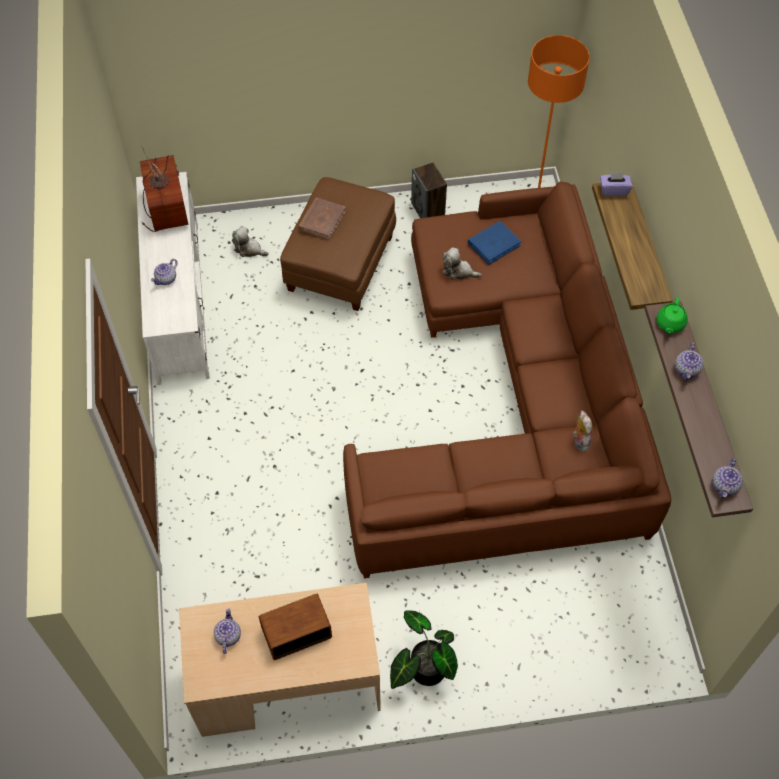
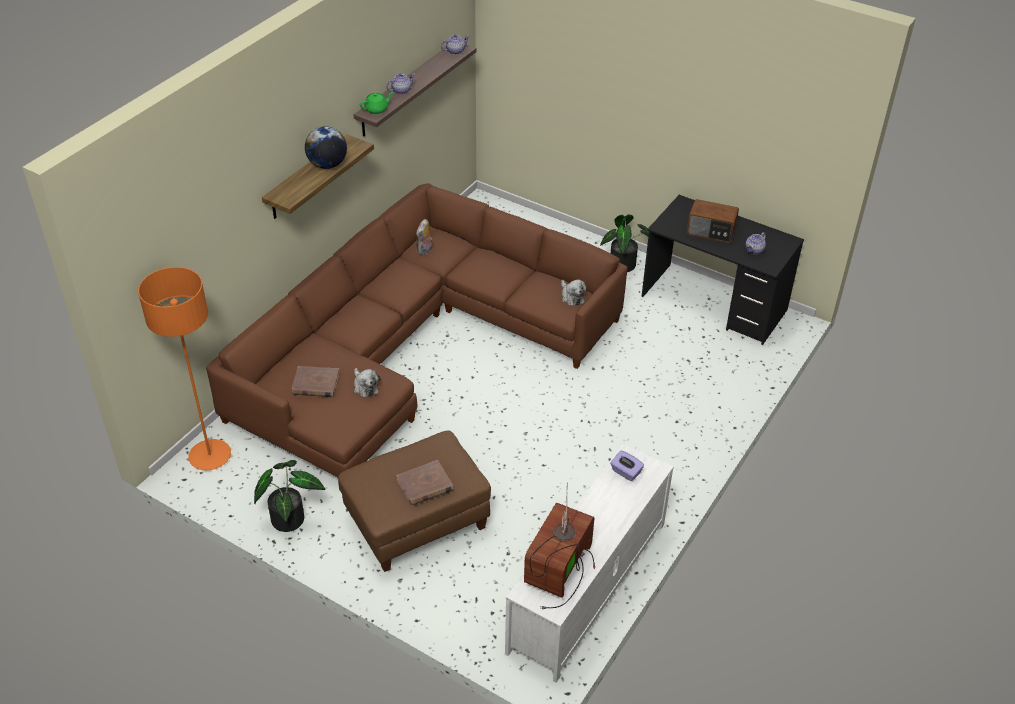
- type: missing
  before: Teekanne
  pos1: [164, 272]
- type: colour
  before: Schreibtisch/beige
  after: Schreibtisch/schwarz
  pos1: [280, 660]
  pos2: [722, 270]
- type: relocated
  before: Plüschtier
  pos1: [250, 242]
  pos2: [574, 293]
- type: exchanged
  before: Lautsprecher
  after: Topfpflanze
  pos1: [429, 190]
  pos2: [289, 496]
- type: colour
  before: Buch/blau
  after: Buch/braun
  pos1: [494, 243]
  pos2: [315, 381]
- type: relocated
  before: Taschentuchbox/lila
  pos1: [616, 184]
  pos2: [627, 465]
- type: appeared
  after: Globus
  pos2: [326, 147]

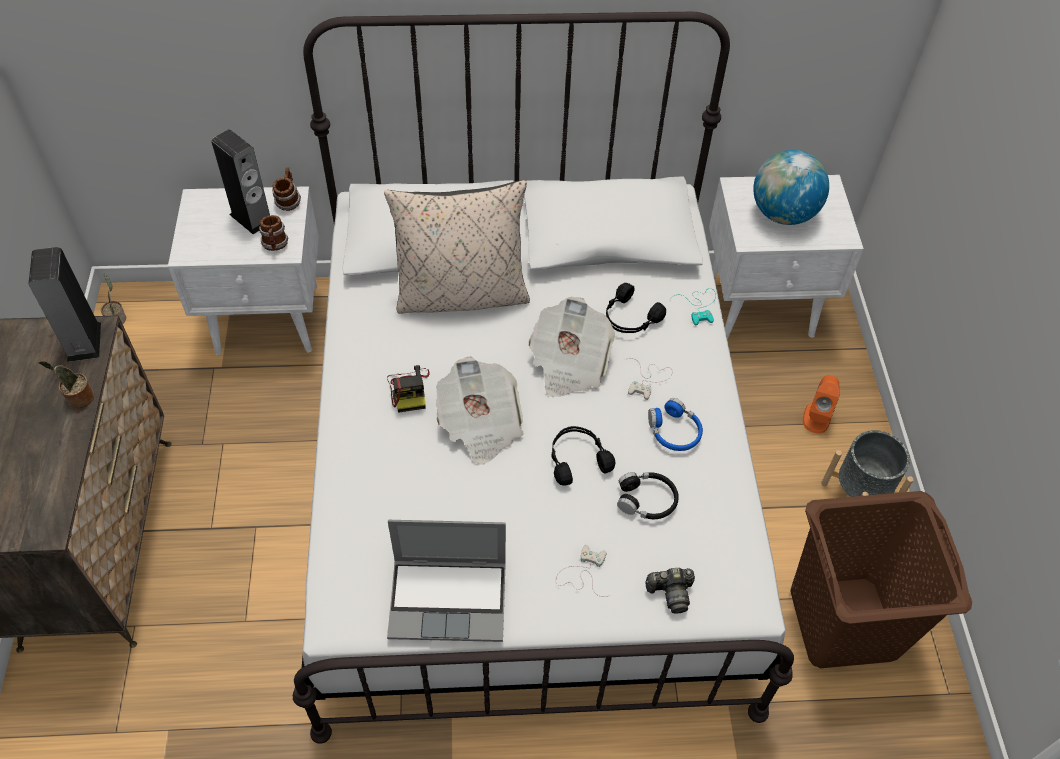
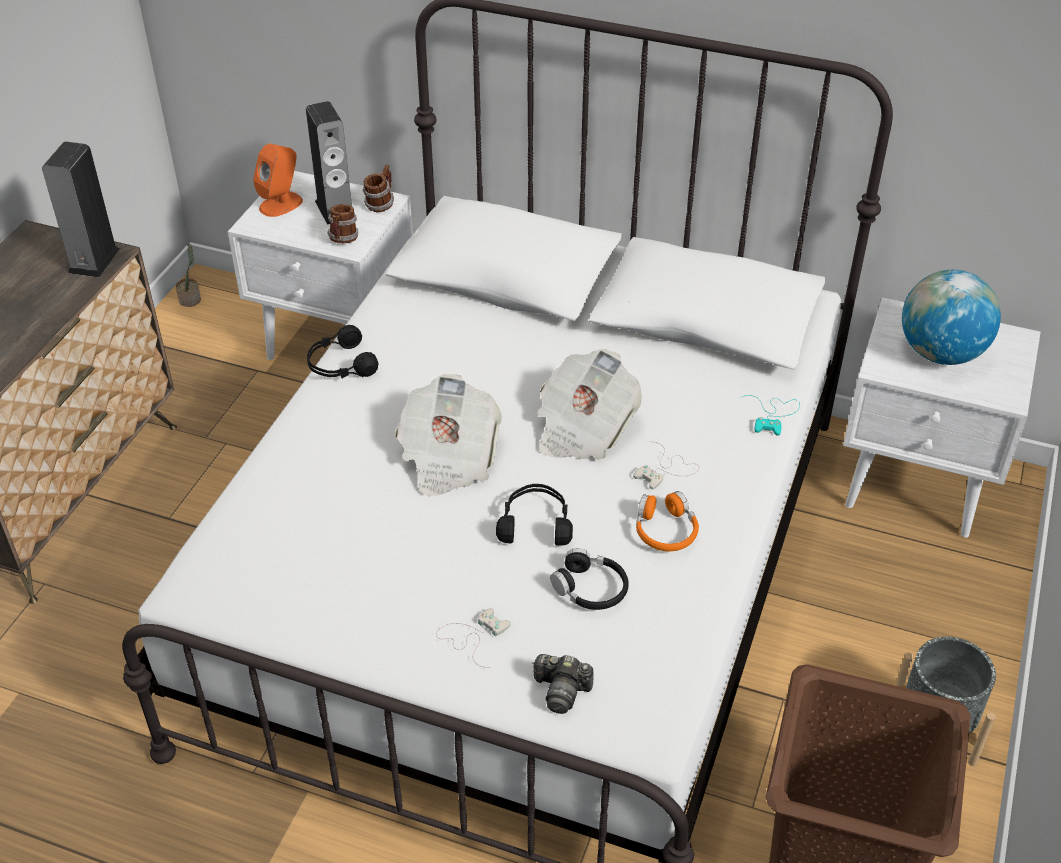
- type: missing
  before: Topfpflanze
  pos1: [66, 384]
- type: missing
  before: Kissen/beige
  pos1: [457, 247]
- type: missing
  before: Kamera
  pos1: [408, 389]
- type: missing
  before: Laptop
  pos1: [446, 581]
- type: relocated
  before: Kopfhörer/schwarz
  pos1: [636, 308]
  pos2: [343, 352]
- type: colour
  before: Kopfhörer/blau
  after: Kopfhörer/orange
  pos1: [675, 424]
  pos2: [667, 521]
- type: relocated
  before: Lautsprecher/orange
  pos1: [821, 404]
  pos2: [278, 180]

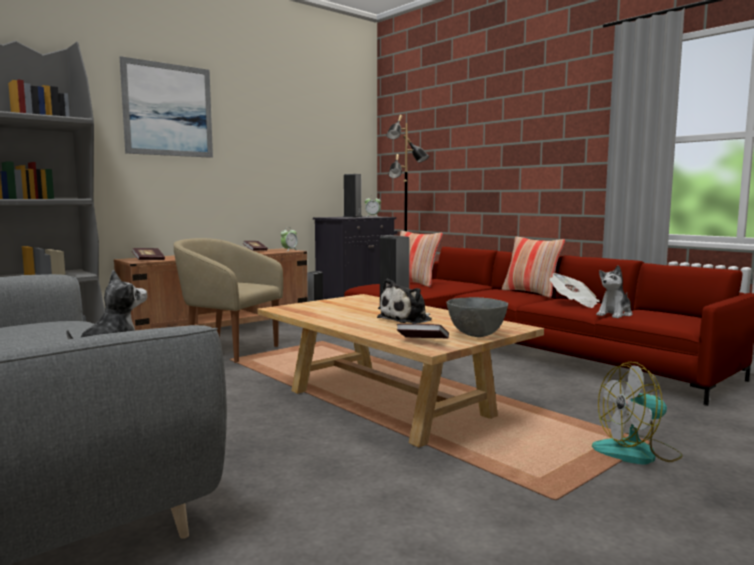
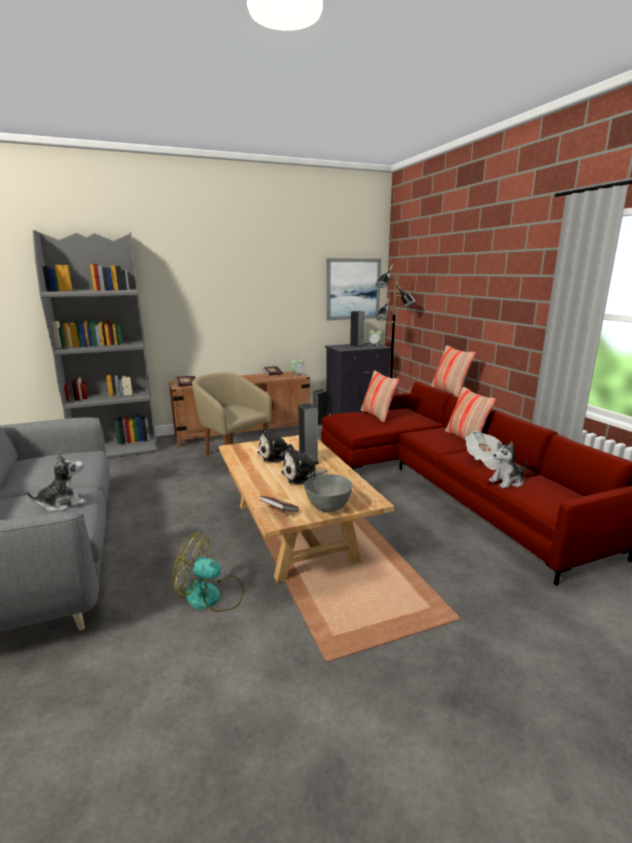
- type: relocated
  before: Bild
  pos1: [166, 107]
  pos2: [353, 289]
- type: relocated
  before: Ventilator
  pos1: [637, 413]
  pos2: [207, 572]
- type: appeared
  after: Plüschtier
  pos2: [278, 445]
- type: appeared
  after: Kissen
  pos2: [453, 371]

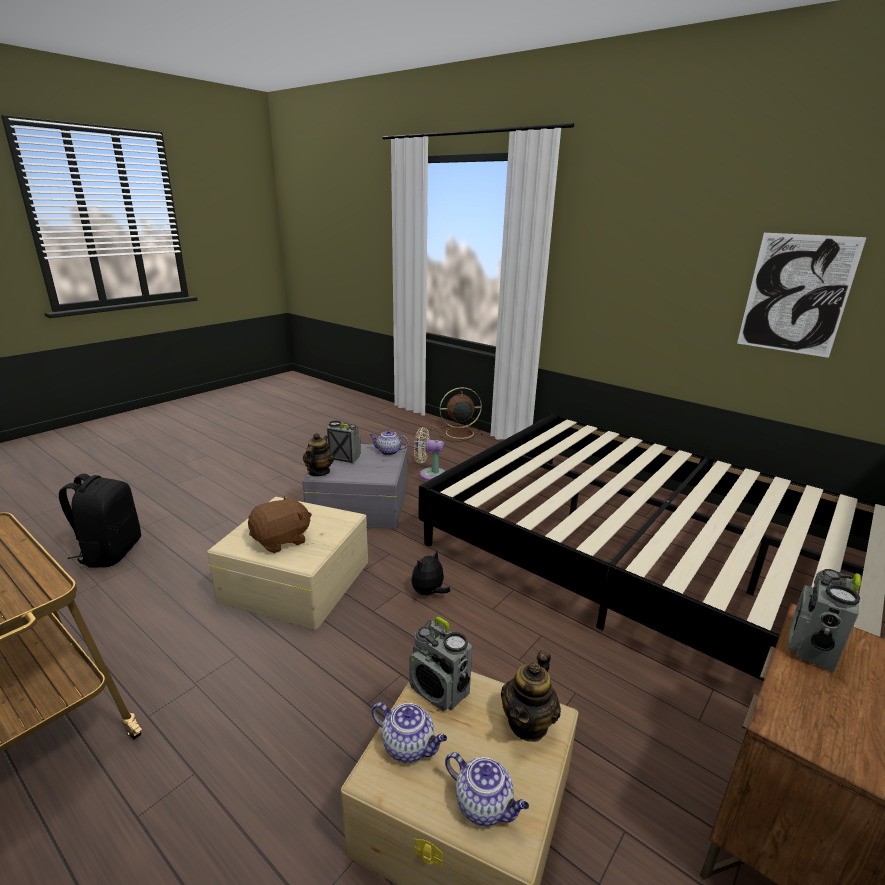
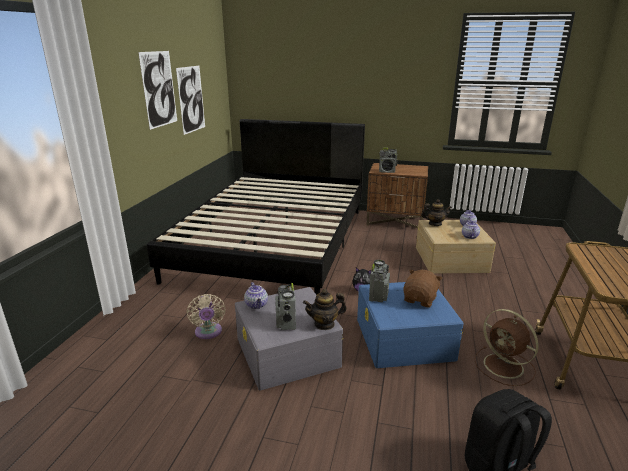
- type: colour
  before: Aufbewahrungsbox/beige
  after: Aufbewahrungsbox/blau
  pos1: [287, 563]
  pos2: [410, 325]
- type: spun
  before: Plüschtier/braun
  pos1: [280, 524]
  pos2: [423, 289]
  turn: 90
- type: relocated
  before: Radio
  pos1: [440, 664]
  pos2: [379, 281]
- type: relocated
  before: Ventilator/braun
  pos1: [461, 414]
  pos2: [506, 347]
- type: appeared
  after: Bild
  pos2: [157, 90]

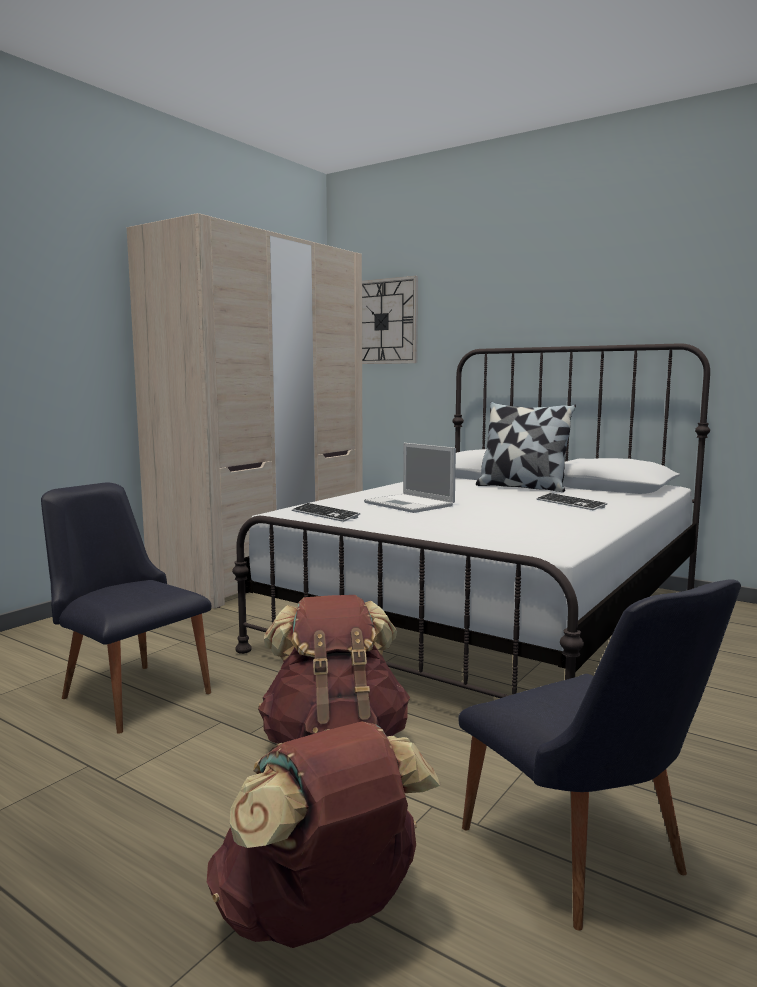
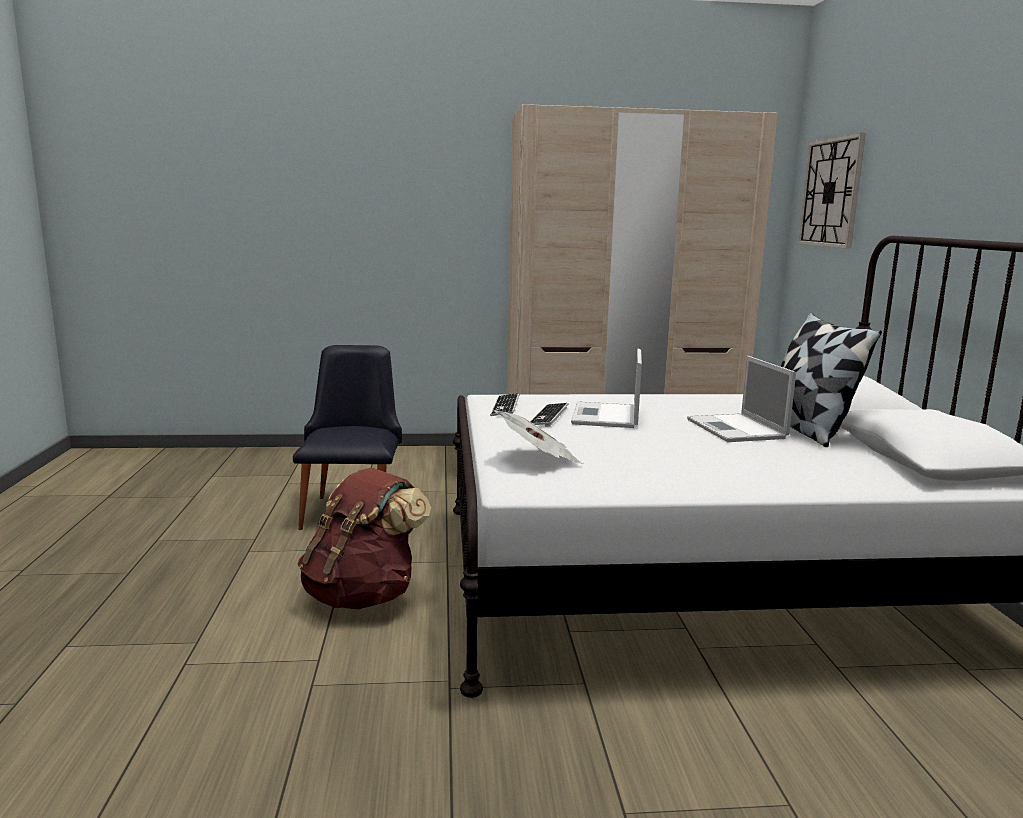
- type: missing
  before: Rucksack/braun
  pos1: [323, 834]
- type: missing
  before: Stuhl/schwarz
  pos1: [599, 755]
- type: relocated
  before: Tastatur
  pos1: [571, 501]
  pos2: [549, 415]
- type: appeared
  after: Zeitung
  pos2: [538, 437]
- type: appeared
  after: Laptop
  pos2: [741, 399]

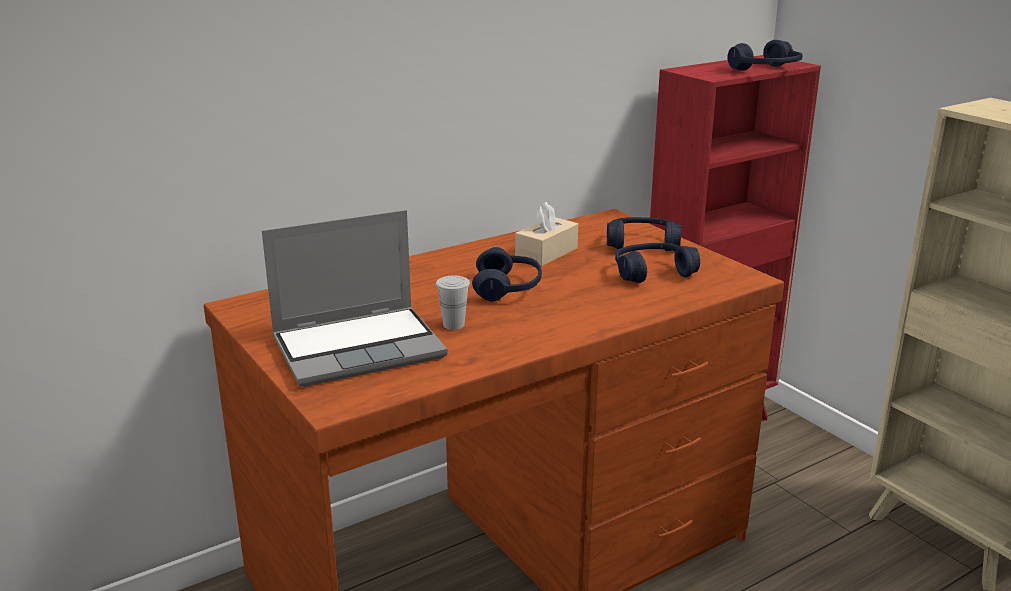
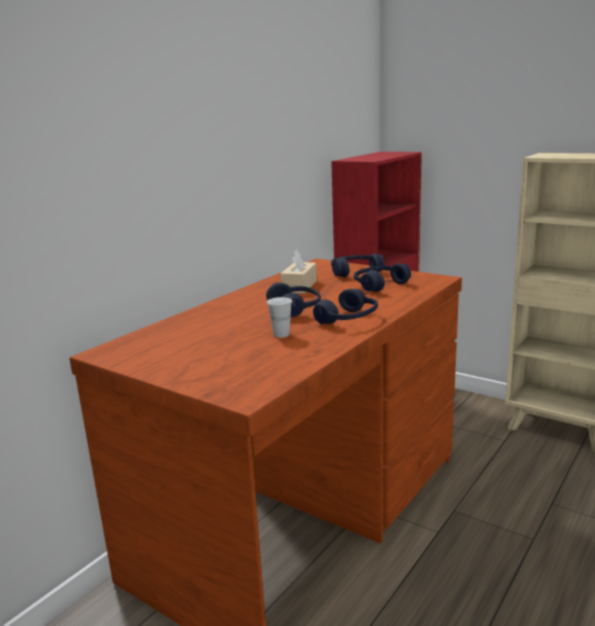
- type: missing
  before: Laptop
  pos1: [355, 298]
- type: relocated
  before: Kopfhörer/blau
  pos1: [765, 55]
  pos2: [345, 306]

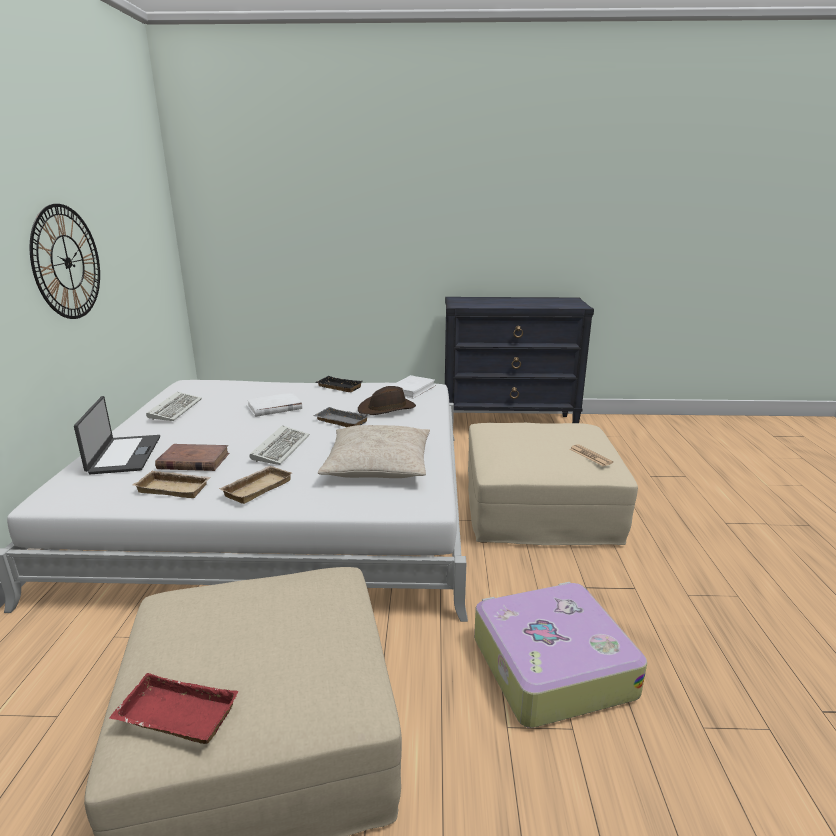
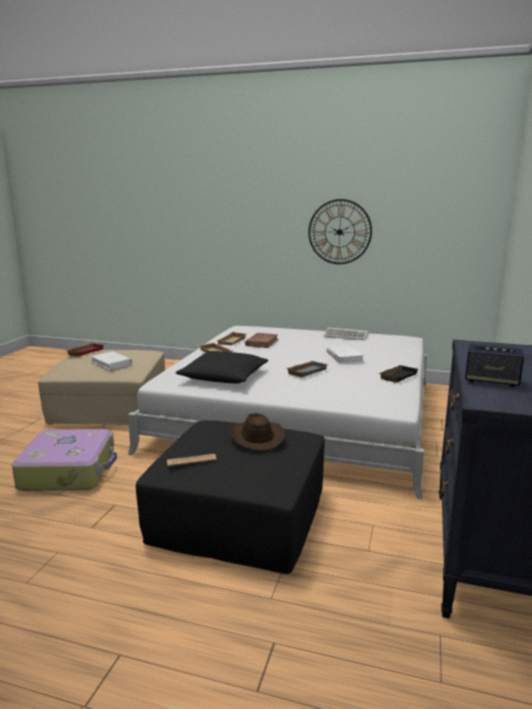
- type: missing
  before: Laptop
  pos1: [117, 435]
- type: missing
  before: Tastatur
  pos1: [280, 445]
- type: colour
  before: Kissen/beige
  after: Kissen/schwarz
  pos1: [374, 451]
  pos2: [222, 367]
- type: relocated
  before: Hut/braun
  pos1: [387, 400]
  pos2: [257, 432]
- type: relocated
  before: Buch/weiß
  pos1: [413, 386]
  pos2: [111, 360]
- type: colour
  before: Polsterhocker/beige
  after: Polsterhocker/schwarz
  pos1: [553, 484]
  pos2: [230, 497]
- type: appeared
  after: Lautsprecher
  pos2: [494, 365]

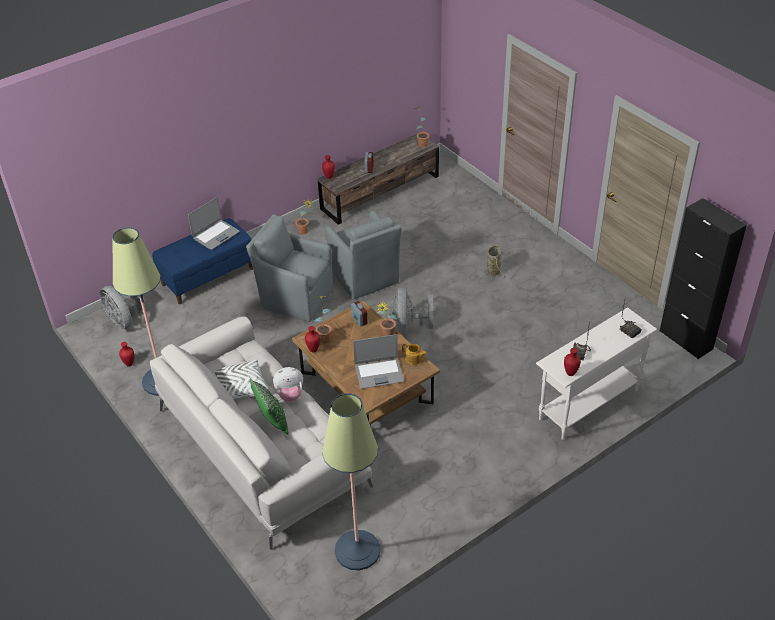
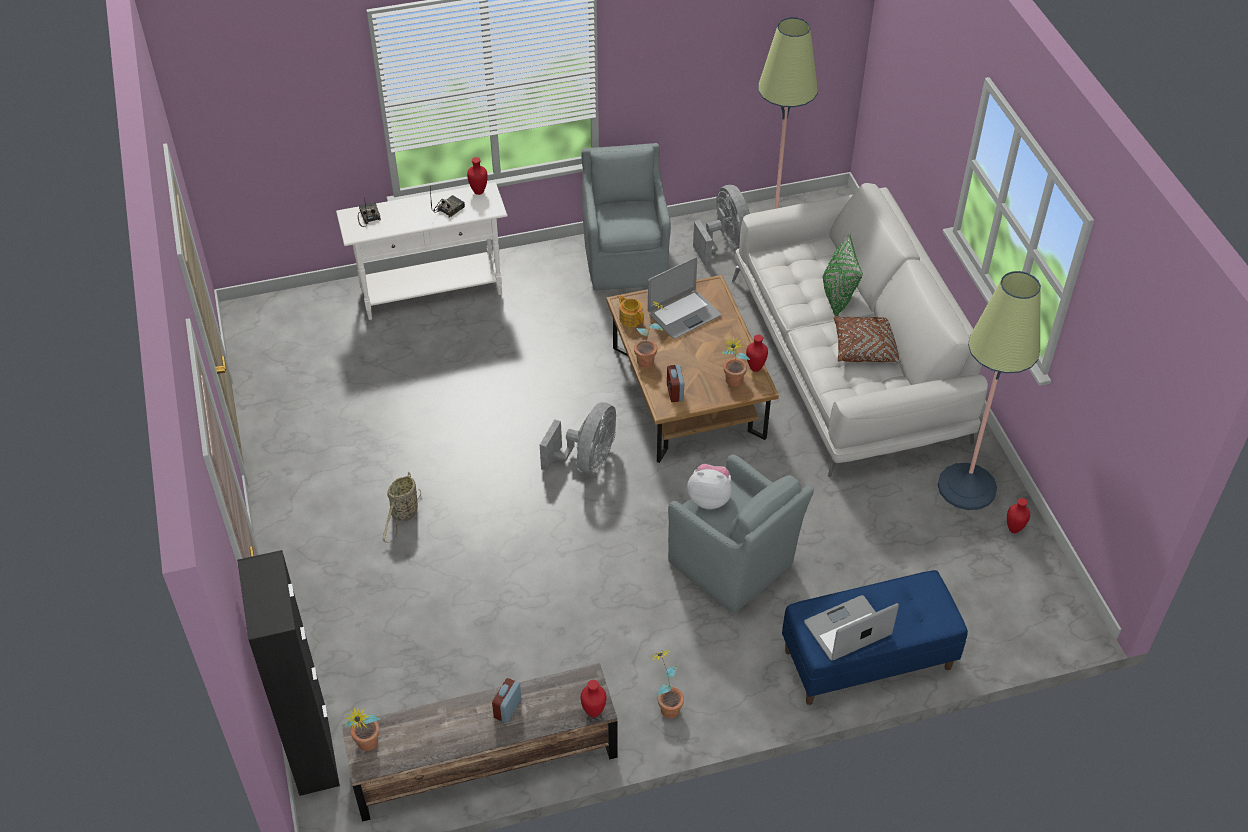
- type: relocated
  before: Ventilator/grau
  pos1: [123, 308]
  pos2: [721, 226]
- type: colour
  before: Kissen/weiß
  after: Kissen/braun
  pos1: [241, 379]
  pos2: [867, 339]
- type: relocated
  before: Plüschtier
  pos1: [288, 384]
  pos2: [709, 486]
- type: relocated
  before: Sessel/grau
  pos1: [363, 255]
  pos2: [626, 217]
- type: spun
  before: Laptop
  pos1: [378, 361]
  pos2: [684, 298]
  turn: 135
- type: relocated
  before: Schrank/schwarz
  pos1: [703, 278]
  pos2: [288, 673]

